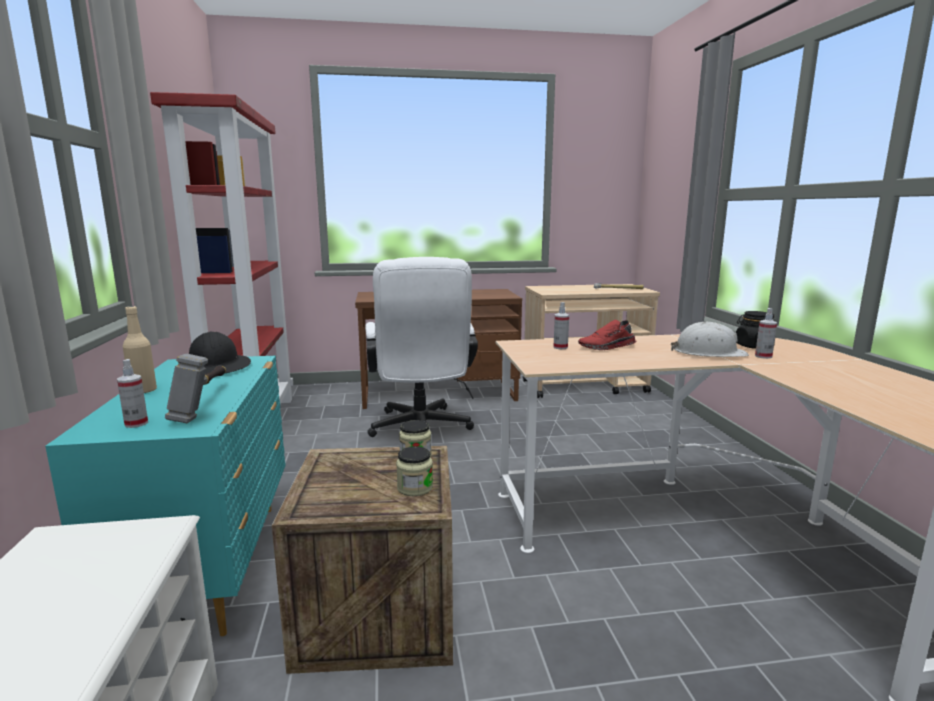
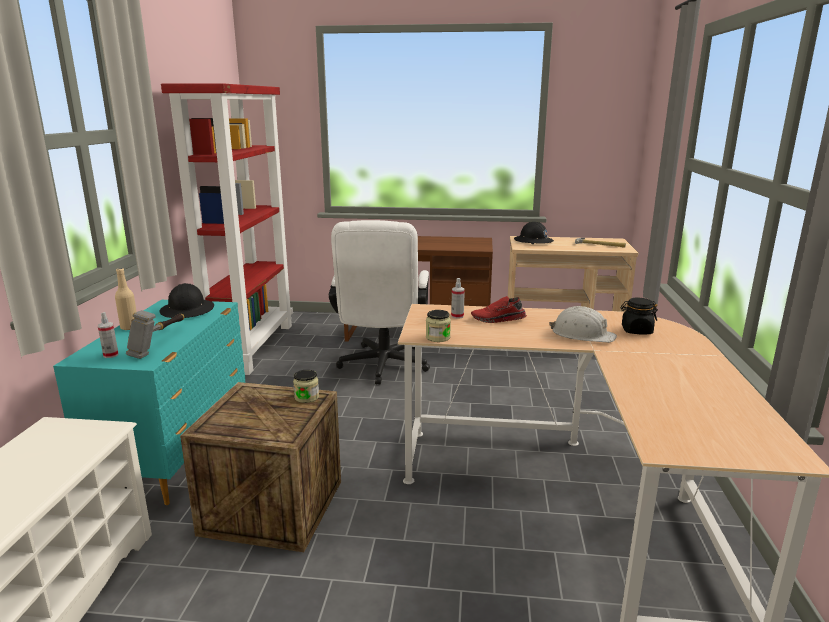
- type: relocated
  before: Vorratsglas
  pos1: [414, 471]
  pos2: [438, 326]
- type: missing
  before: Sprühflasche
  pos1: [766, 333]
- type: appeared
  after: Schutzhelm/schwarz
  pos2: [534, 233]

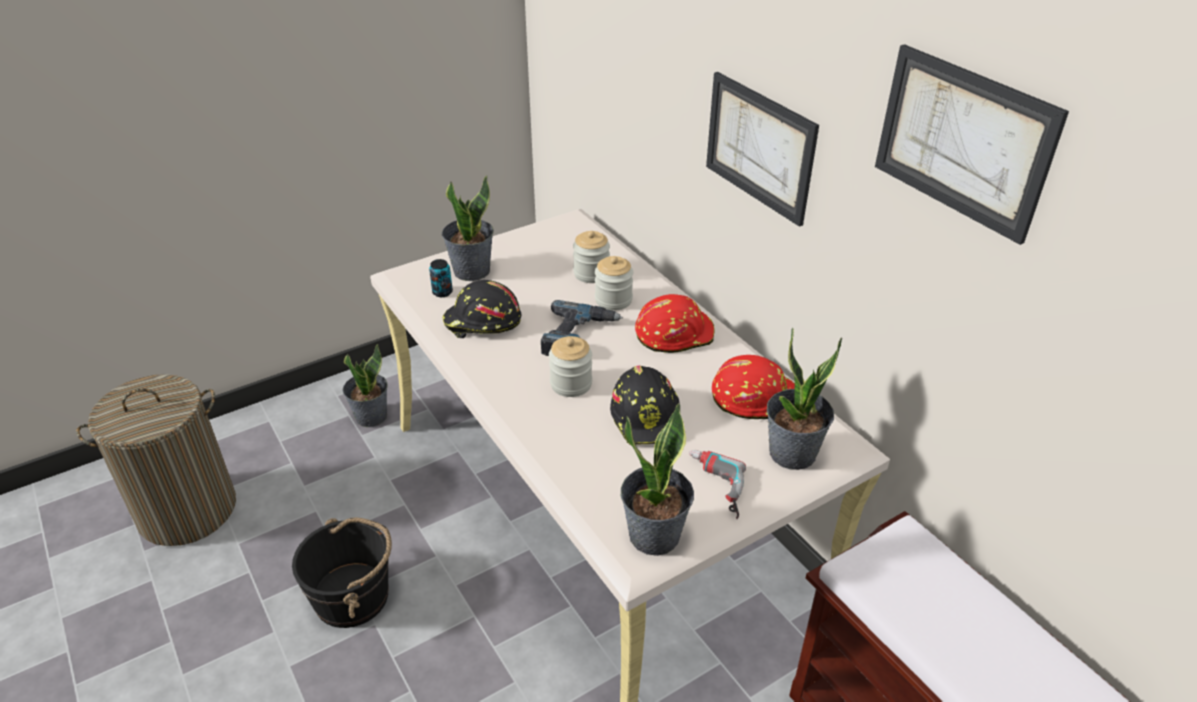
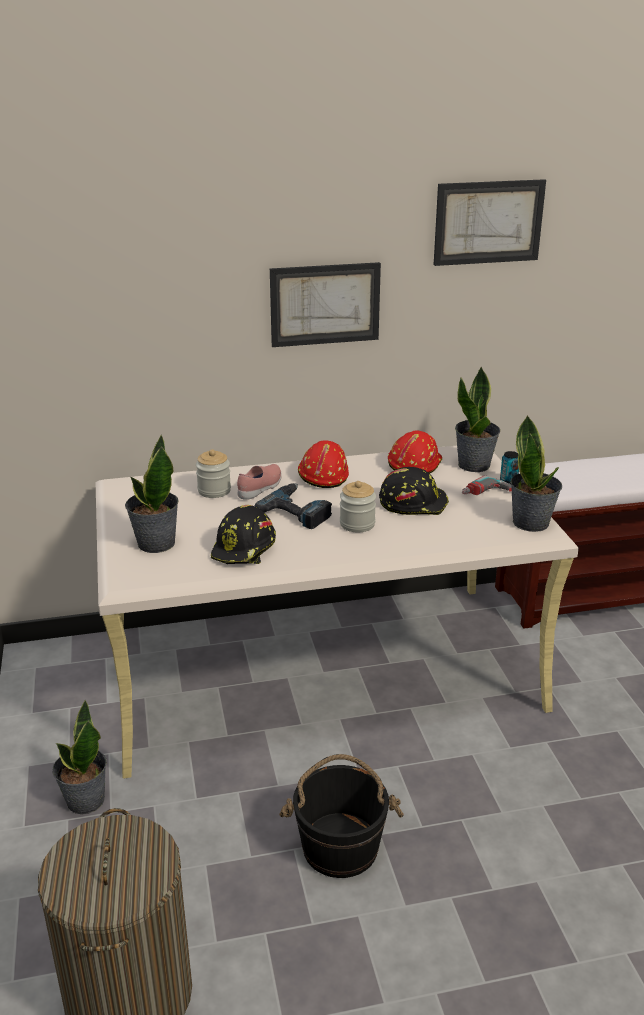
- type: relocated
  before: Dose
  pos1: [441, 278]
  pos2: [509, 467]
- type: exchanged
  before: Vorratsglas
  after: Schuh/rosa
  pos1: [614, 283]
  pos2: [259, 482]

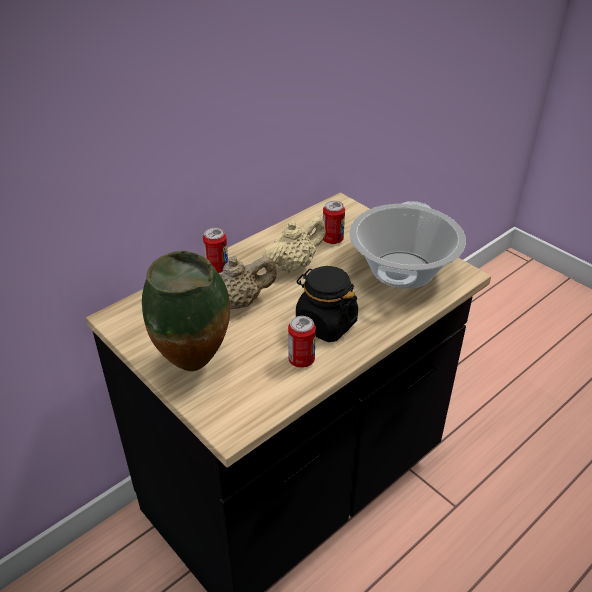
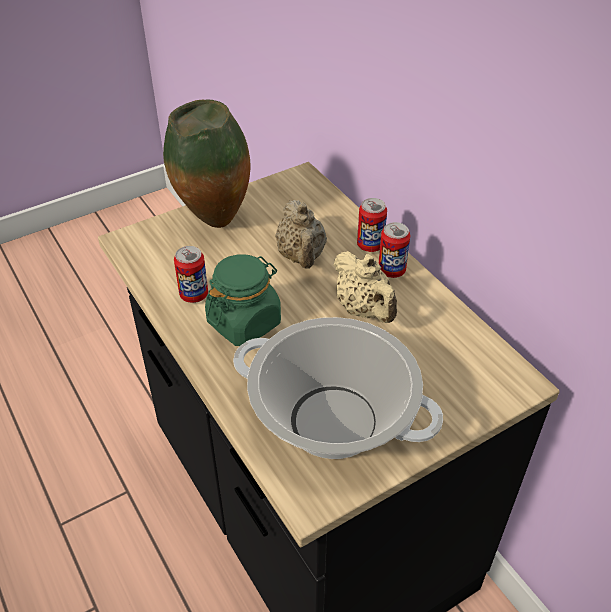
- type: colour
  before: Vorratsglas/schwarz
  after: Vorratsglas/grün
  pos1: [327, 304]
  pos2: [243, 300]
- type: relocated
  before: Dose
  pos1: [334, 222]
  pos2: [394, 250]

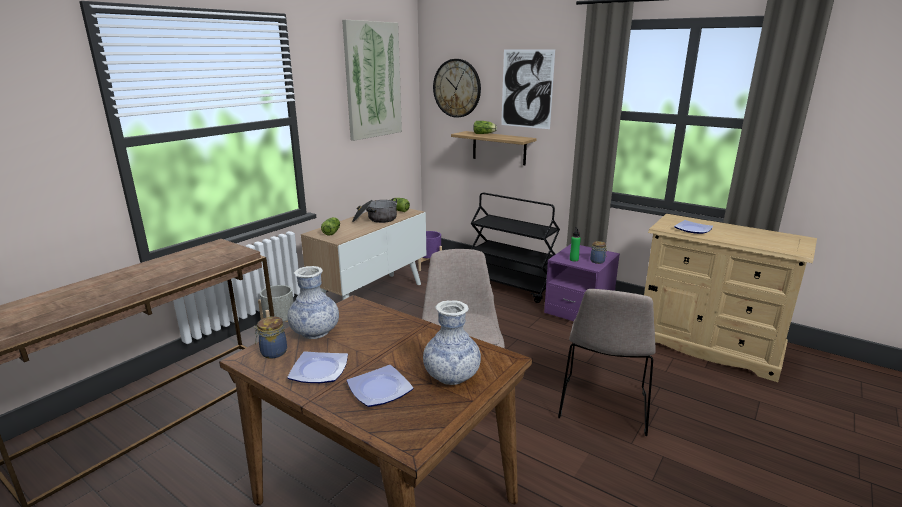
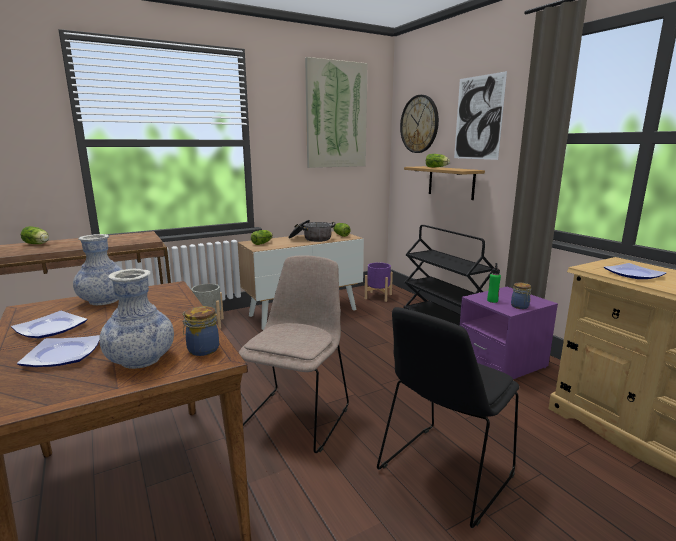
- type: relocated
  before: Vorratsglas
  pos1: [270, 337]
  pos2: [200, 331]
- type: colour
  before: Stuhl/beige
  after: Stuhl/schwarz
  pos1: [607, 362]
  pos2: [448, 417]
- type: appeared
  after: Salatkopf
  pos2: [35, 235]

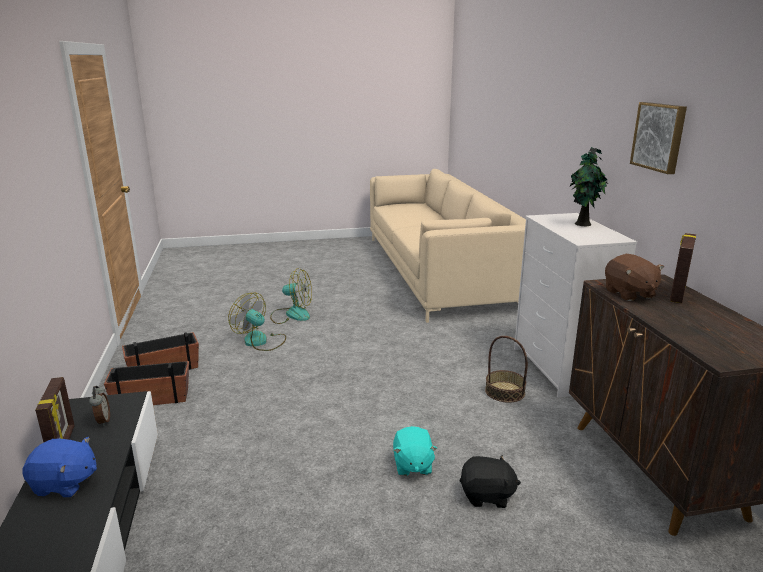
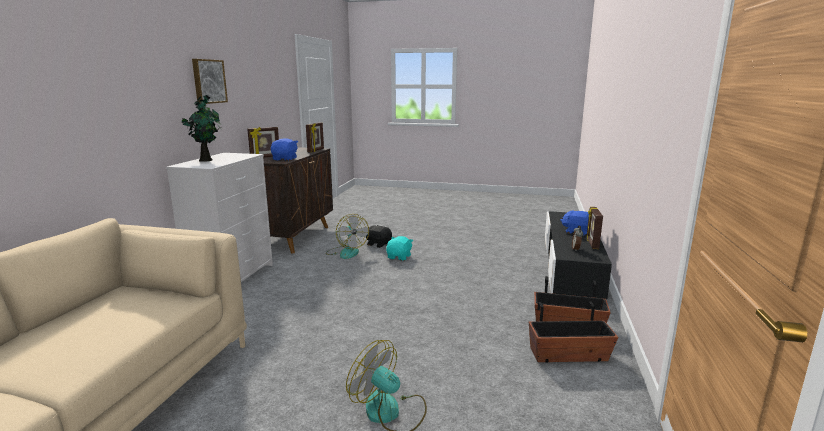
- type: relocated
  before: Ventilator
  pos1: [257, 321]
  pos2: [347, 236]
- type: missing
  before: Korb
  pos1: [506, 369]
- type: colour
  before: Plüschtier/braun
  after: Plüschtier/blau
  pos1: [634, 277]
  pos2: [284, 149]
- type: appeared
  after: Bilderrahmen
  pos2: [315, 137]

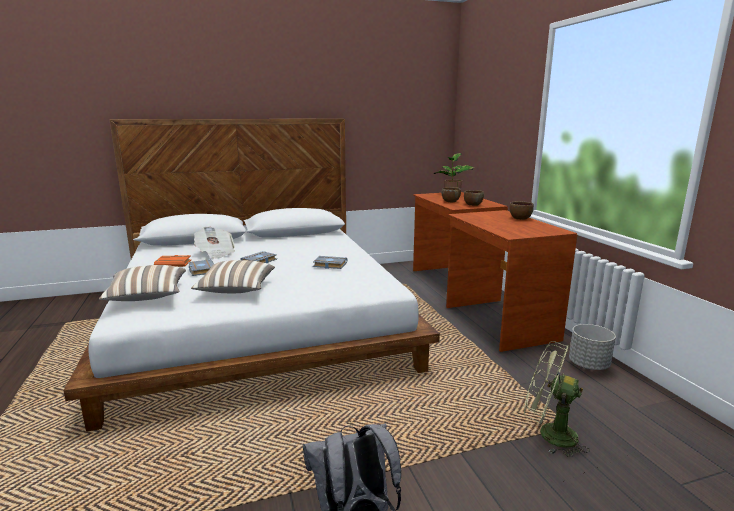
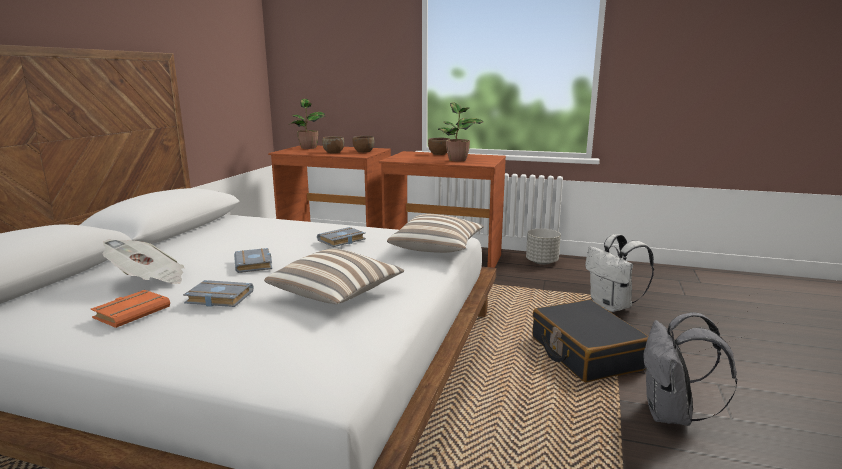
- type: relocated
  before: Kissen
  pos1: [142, 283]
  pos2: [435, 233]
- type: exchanged
  before: Ventilator/grün
  after: Rucksack/weiß
  pos1: [557, 399]
  pos2: [619, 273]
- type: appeared
  after: Topfpflanze
  pos2: [460, 132]
- type: appeared
  after: Koffer/schwarz
  pos2: [590, 340]

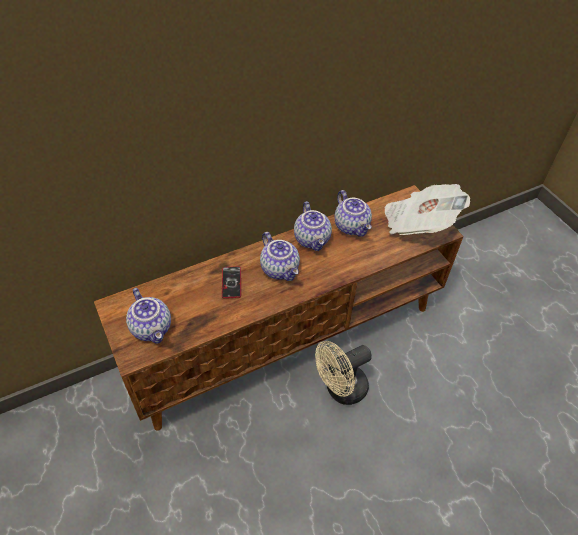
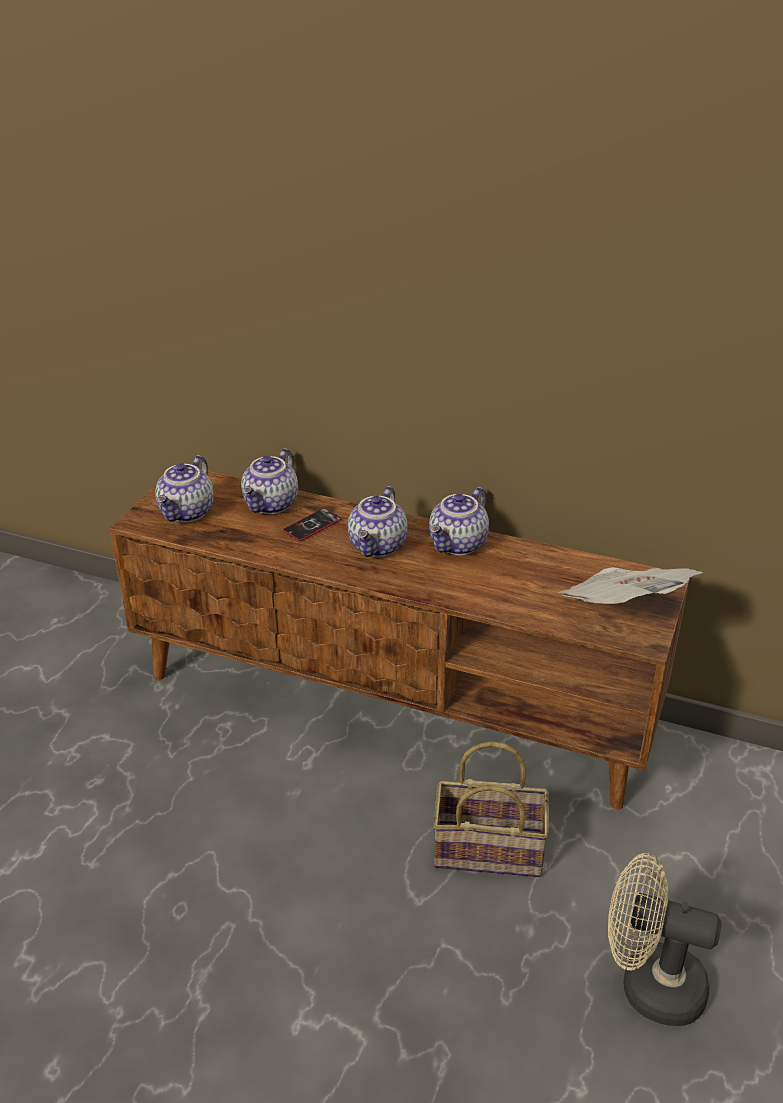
- type: relocated
  before: Ventilator/beige
  pos1: [343, 373]
  pos2: [665, 939]
- type: relocated
  before: Teekanne
  pos1: [353, 213]
  pos2: [269, 481]
- type: appeared
  after: Korb
  pos2: [491, 809]

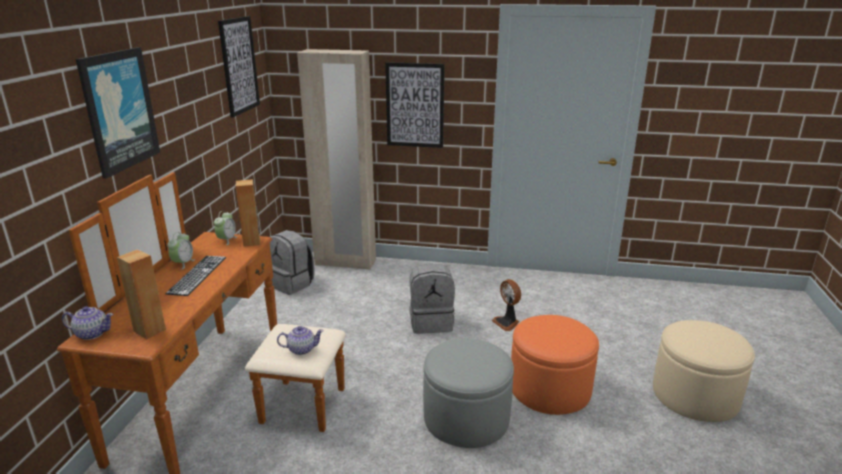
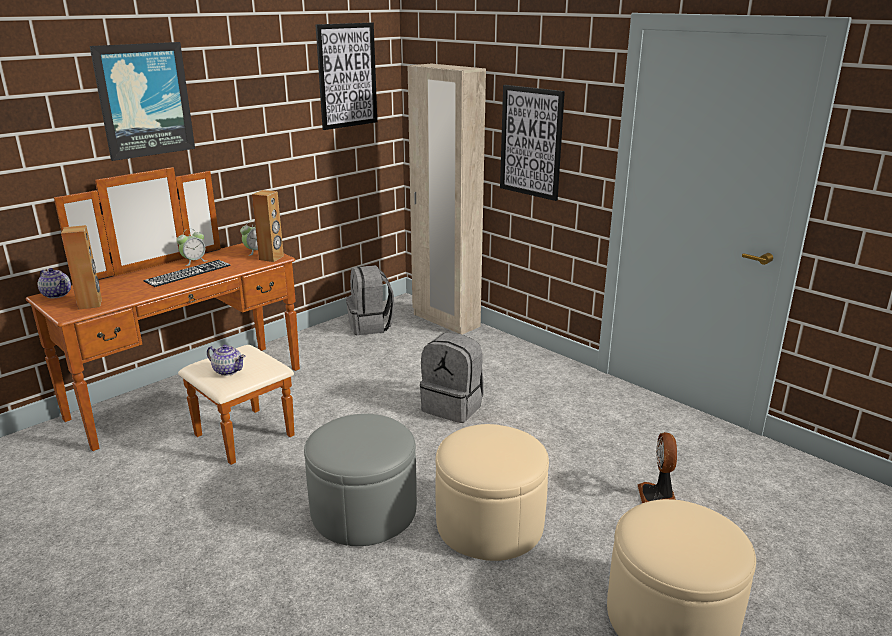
- type: relocated
  before: Ventilator
  pos1: [506, 305]
  pos2: [657, 467]
- type: colour
  before: Polsterhocker/orange
  after: Polsterhocker/beige
  pos1: [555, 365]
  pos2: [492, 492]

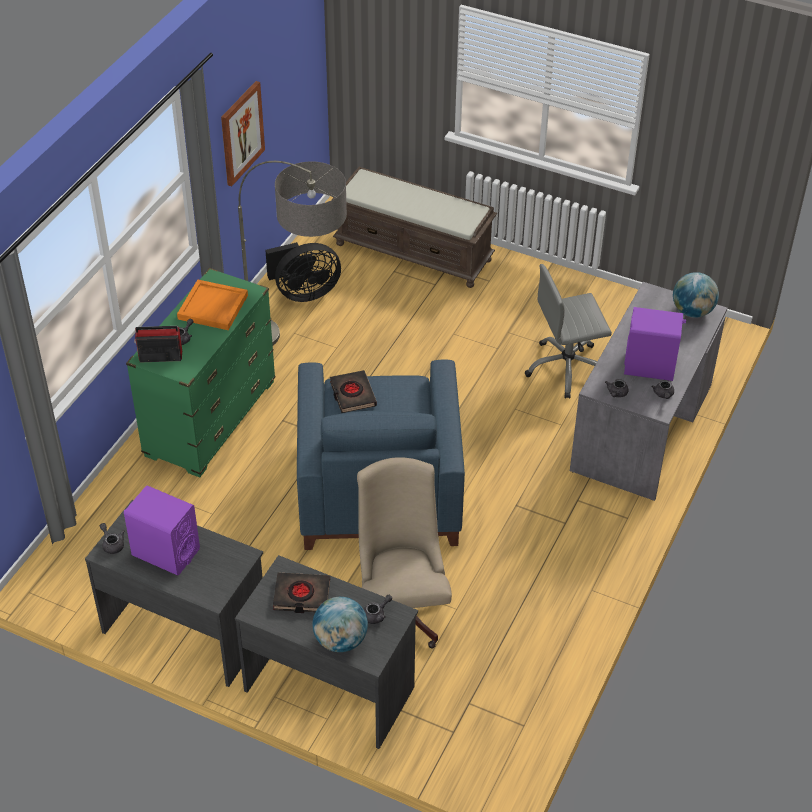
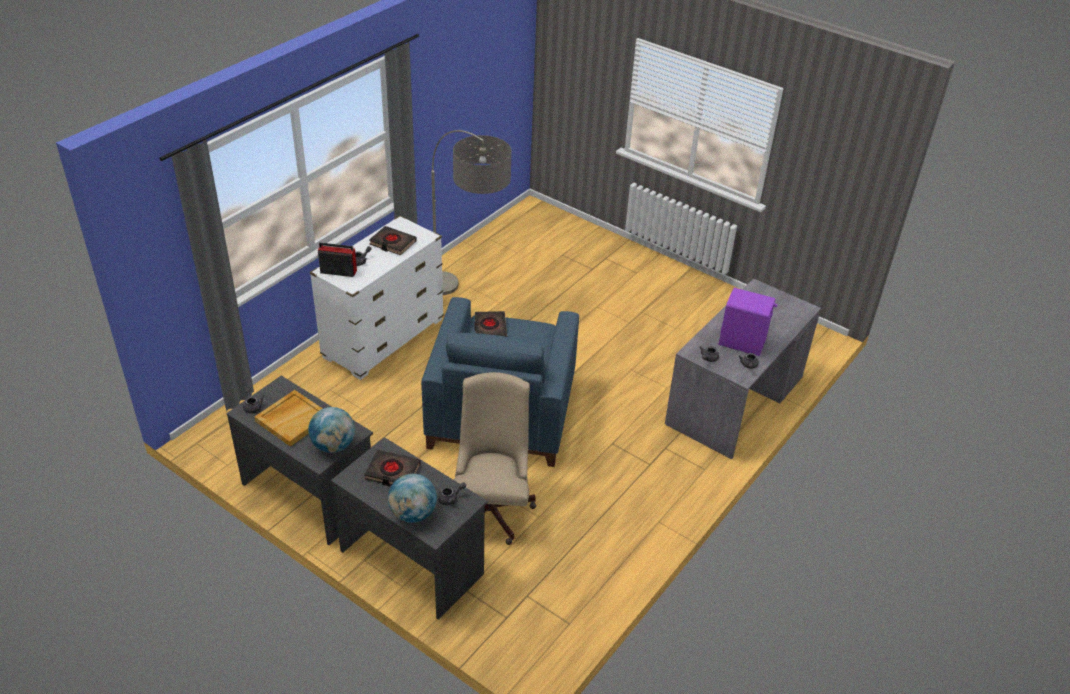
- type: exchanged
  before: Lautsprecher/lila
  after: Tablett/beige
  pos1: [161, 530]
  pos2: [289, 418]
- type: colour
  before: Kommode/grün
  after: Kommode/weiß
  pos1: [201, 373]
  pos2: [377, 298]
- type: exchanged
  before: Tablett/orange
  after: Buch/schwarz
  pos1: [212, 305]
  pos2: [393, 240]
- type: missing
  before: Bild
  pos1: [243, 133]
- type: missing
  before: Ventilator/schwarz
  pos1: [303, 272]
- type: missing
  before: Bank/braun
  pos1: [414, 227]
- type: missing
  before: Bürostuhl/grau
  pos1: [568, 331]
- type: relocated
  before: Globus
  pos1: [696, 295]
  pos2: [331, 430]

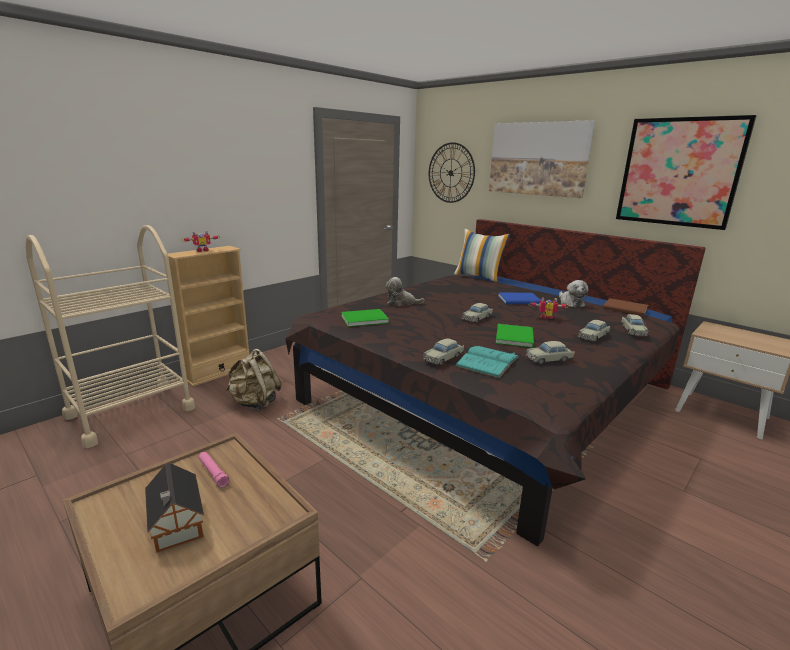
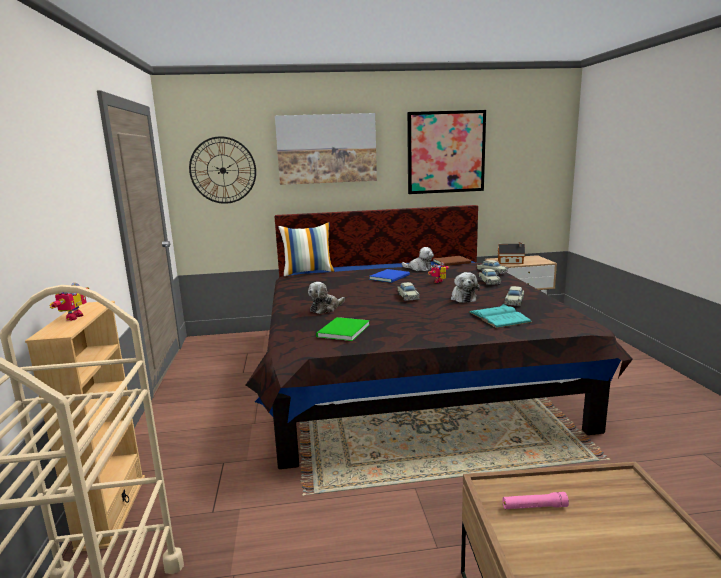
- type: relocated
  before: Spielzeughaus
  pos1: [174, 508]
  pos2: [511, 253]
- type: missing
  before: Rucksack/beige
  pos1: [254, 380]
- type: missing
  before: Spielzeugauto/beige
  pos1: [443, 351]
- type: exchanged
  before: Buch/grün
  after: Plüschtier
  pos1: [515, 336]
  pos2: [465, 287]

